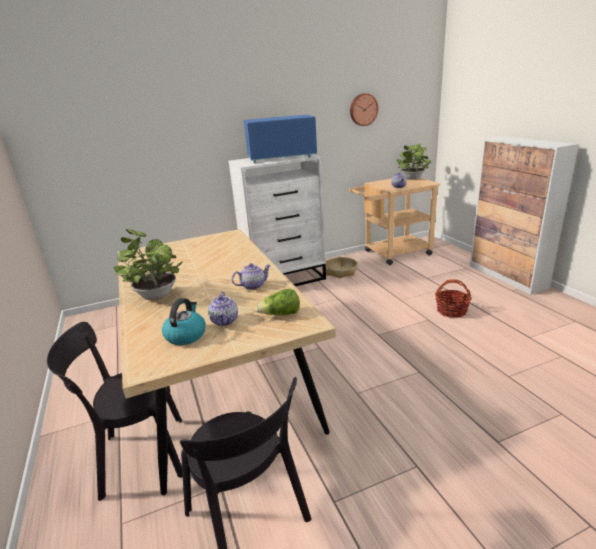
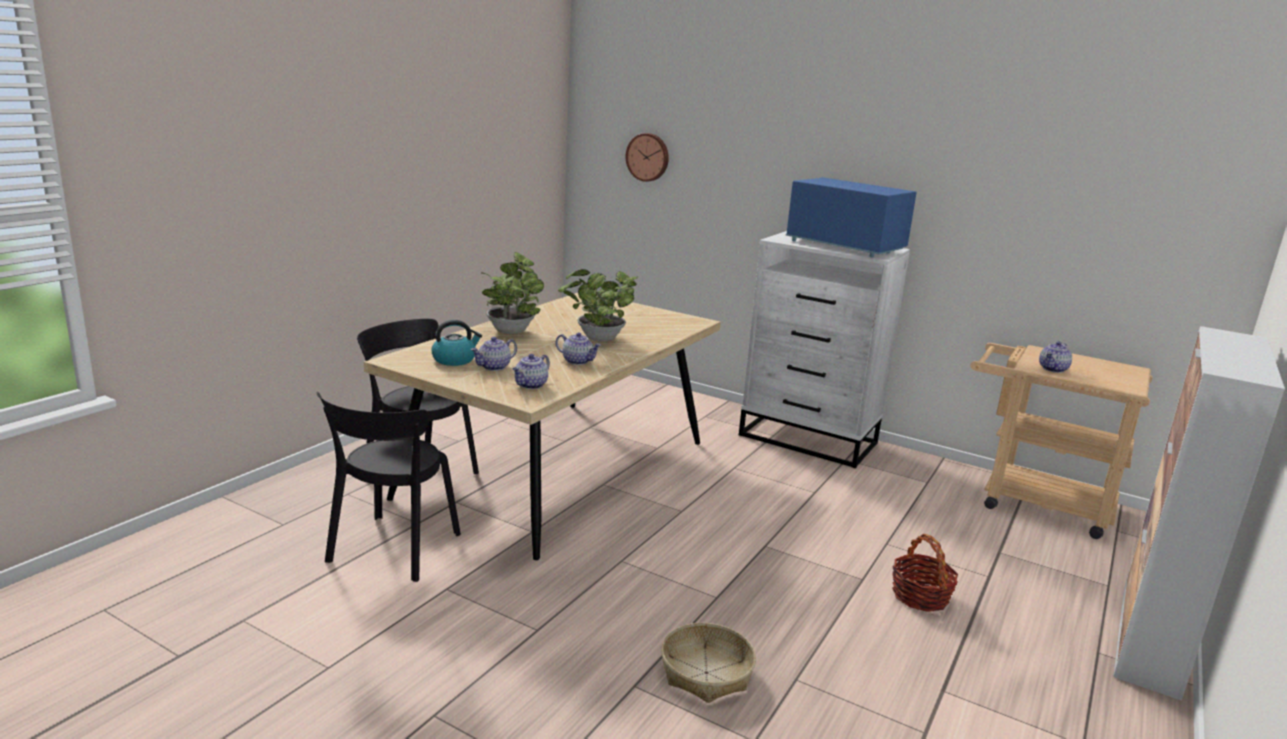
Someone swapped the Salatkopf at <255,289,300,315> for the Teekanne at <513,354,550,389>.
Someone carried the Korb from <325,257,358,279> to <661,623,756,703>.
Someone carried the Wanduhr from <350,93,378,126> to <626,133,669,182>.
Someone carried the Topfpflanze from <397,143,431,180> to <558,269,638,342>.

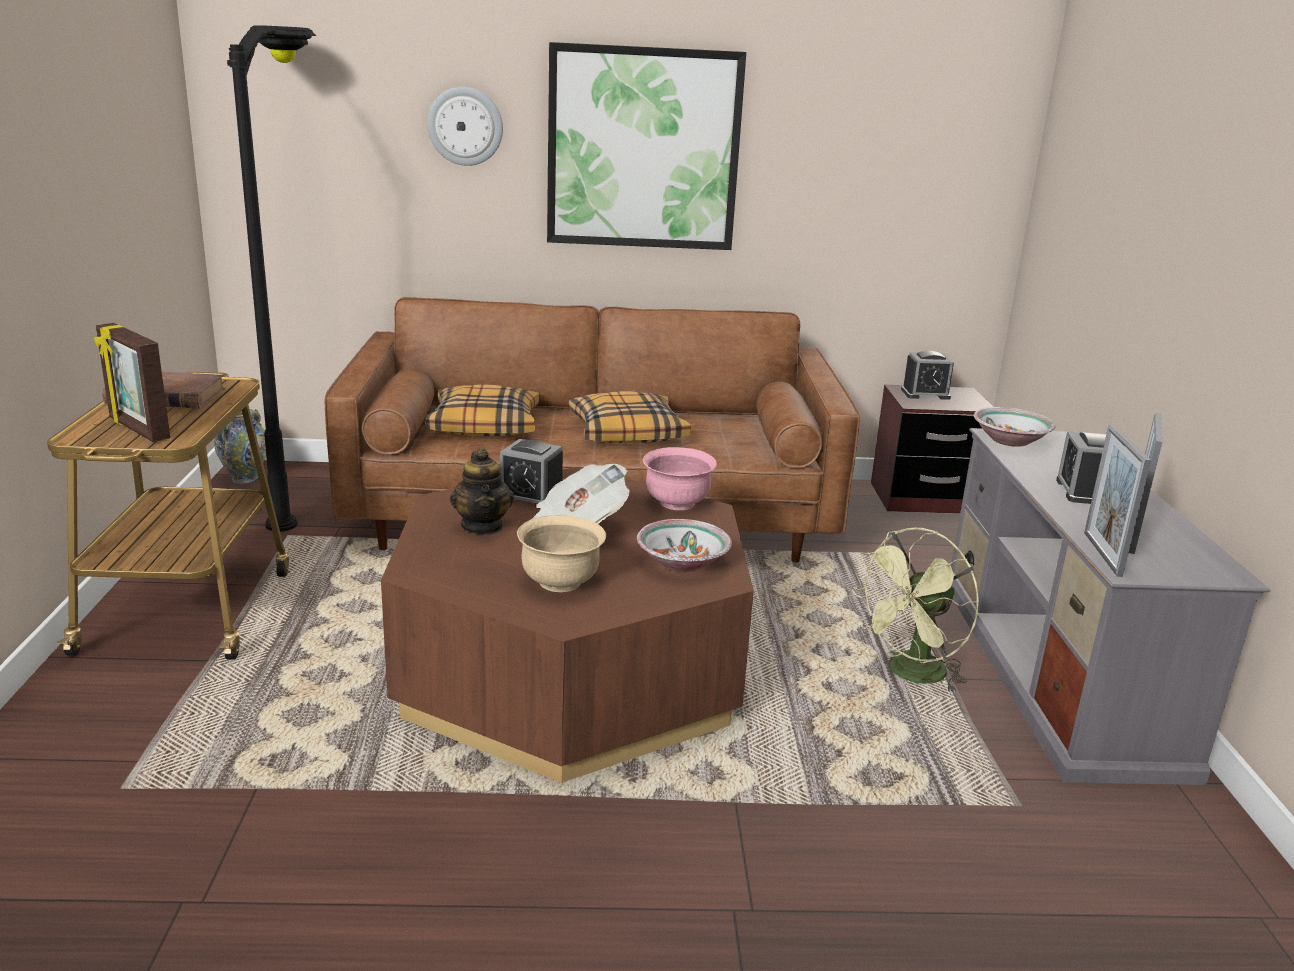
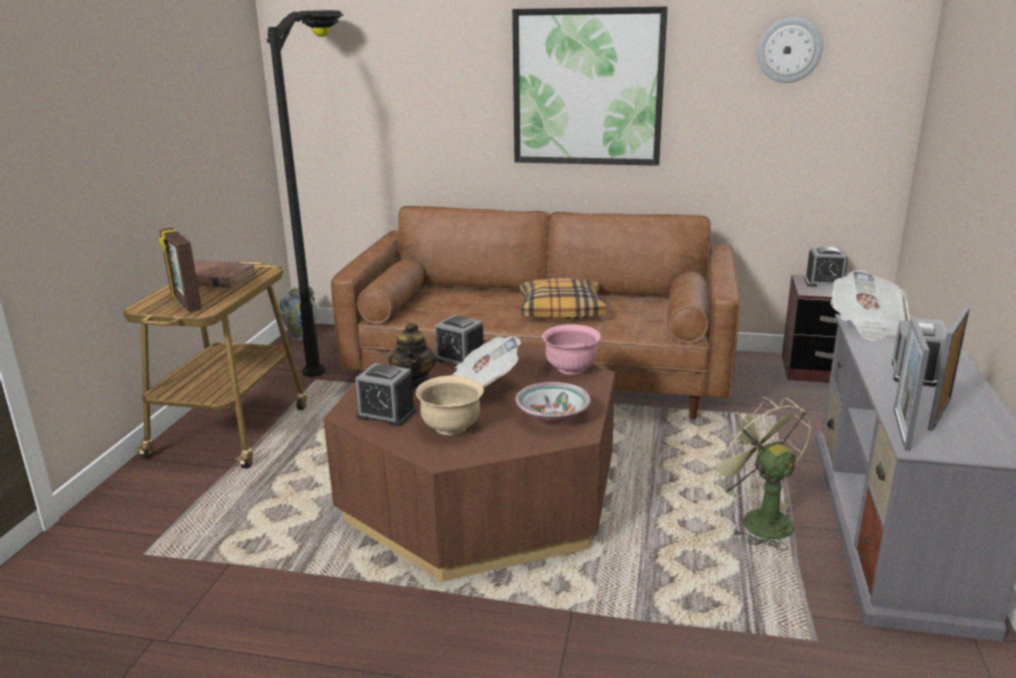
Someone took away the Kissen at <425,385,540,436>.
Someone carried the Wanduhr from <427,87,503,166> to <757,17,823,83>.
Someone rotated the Ventilator (grün) at <852,528,979,693> by 90 degrees clockwise.
Someone swapped the Schüssel at <973,407,1055,447> for the Zeitung at <831,270,910,341>.
Someone put down the Wecker at <355,363,416,426>.

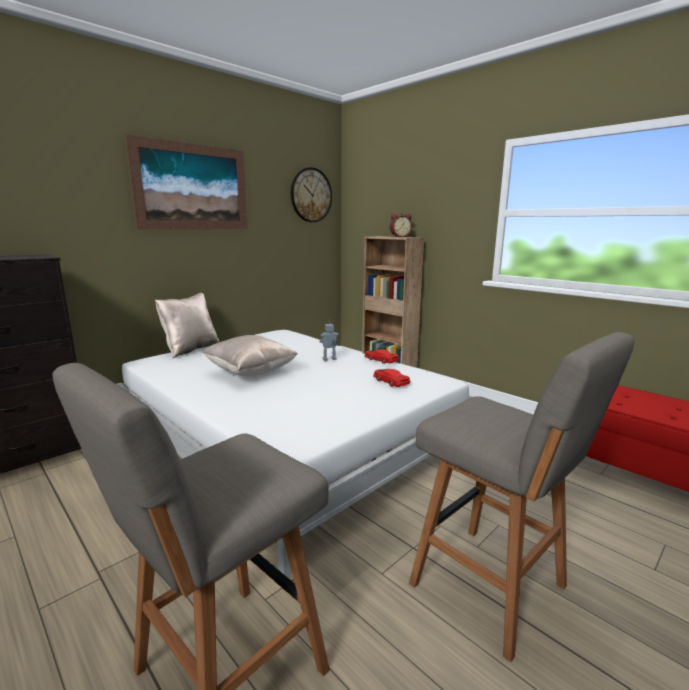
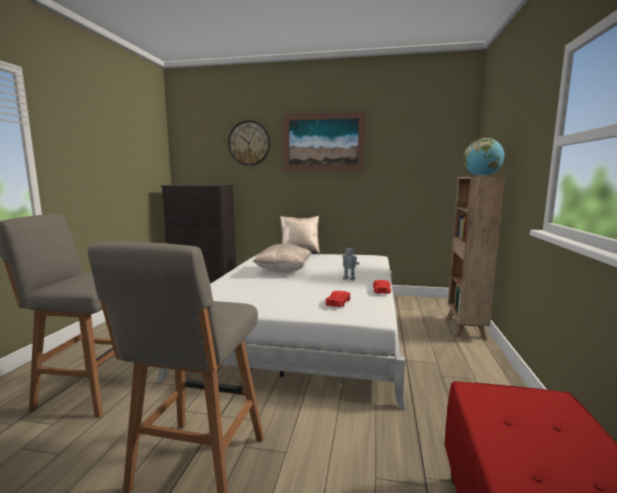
Someone carried the Wanduhr from <291,167,332,222> to <228,120,270,166>.
Someone swapped the Wecker at <390,213,412,237> for the Globus at <464,138,504,176>.

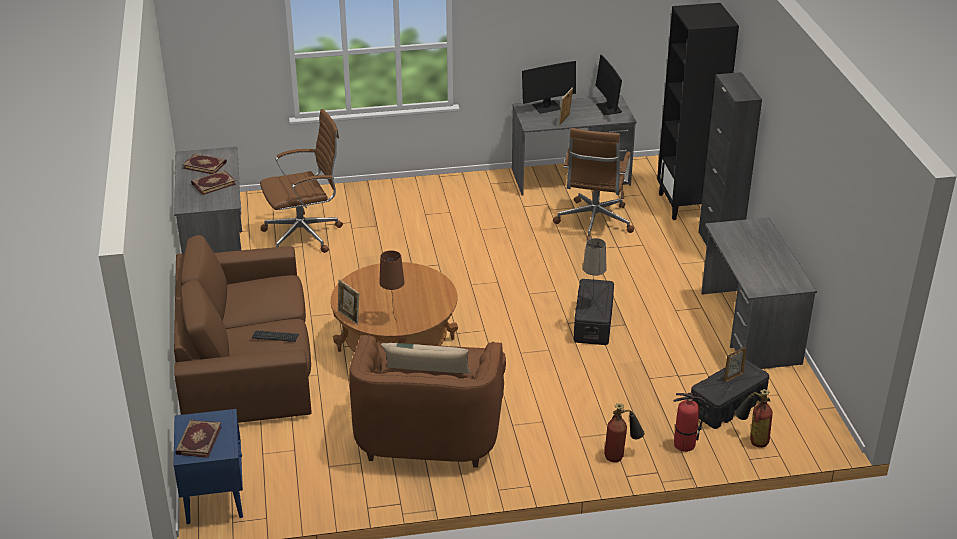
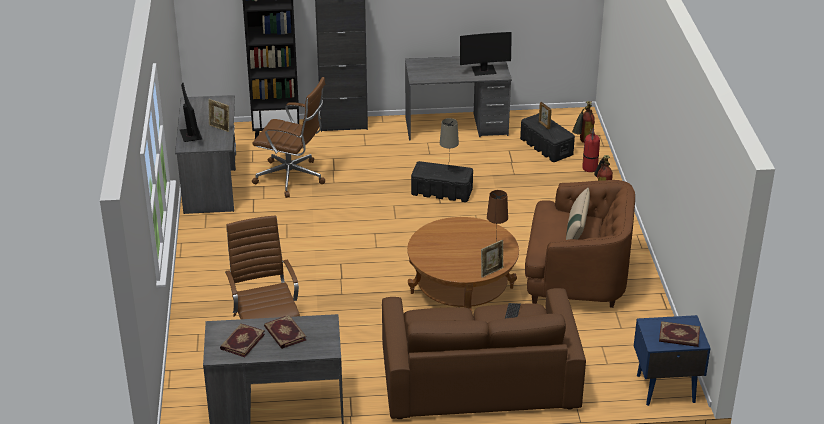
Someone carried the Monitor from <595,55,622,115> to <460,32,512,76>.

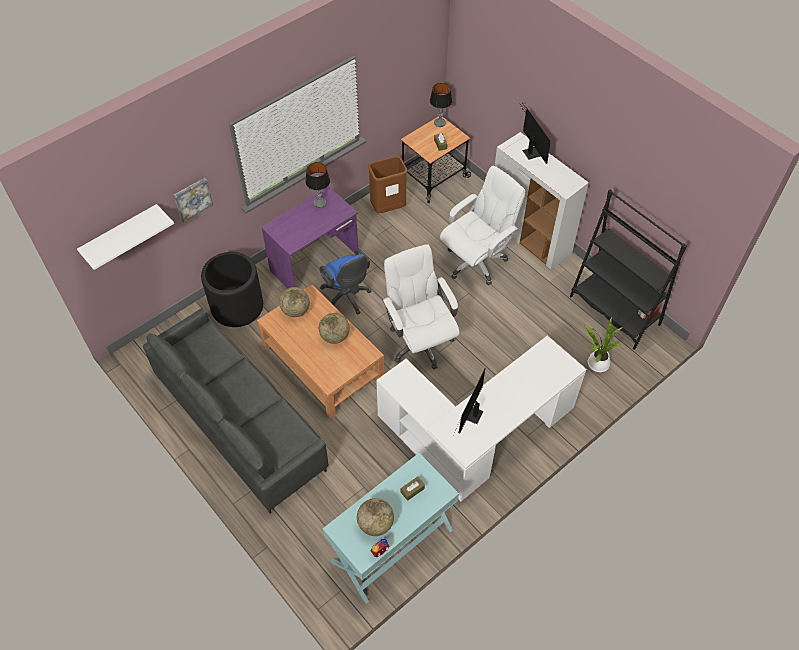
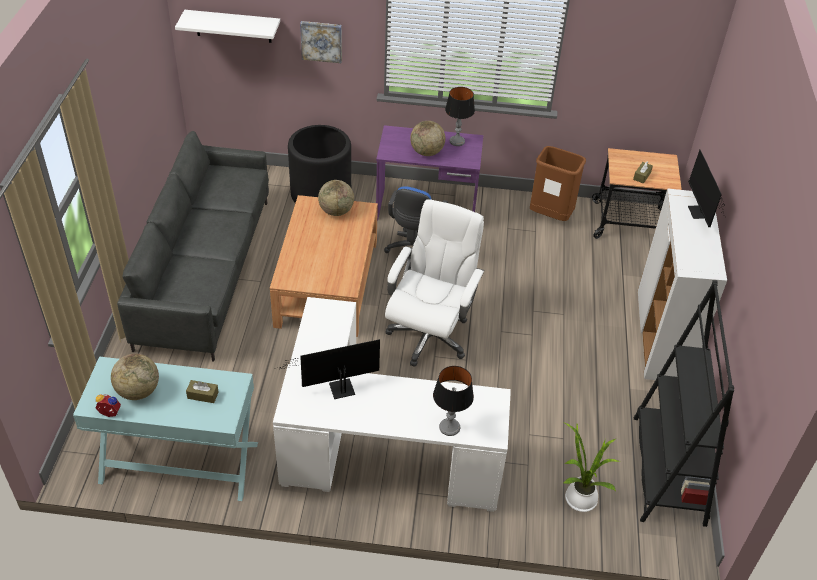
Someone carried the Globus from <319,313,350,344> to <410,121,445,156>.
Someone carried the Tischlampe from <430,83,452,127> to <433,366,474,436>.
Someone took away the Bürostuhl (weiß) at <440,166,526,285>.
Someone rotated the Monitor at <520,106,551,164> by 150 degrees clockwise.

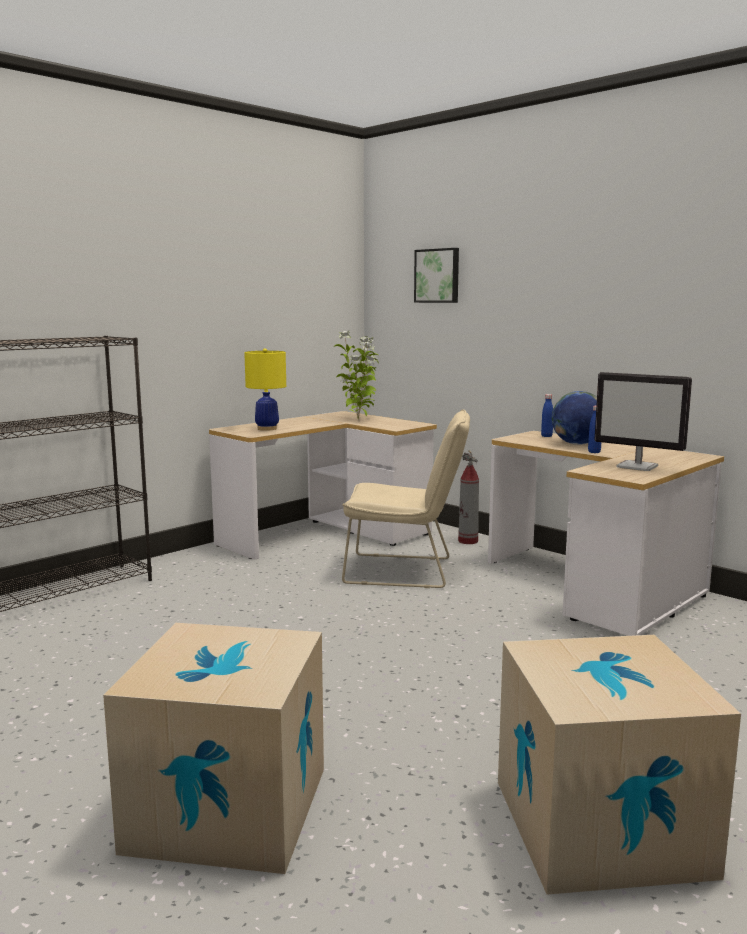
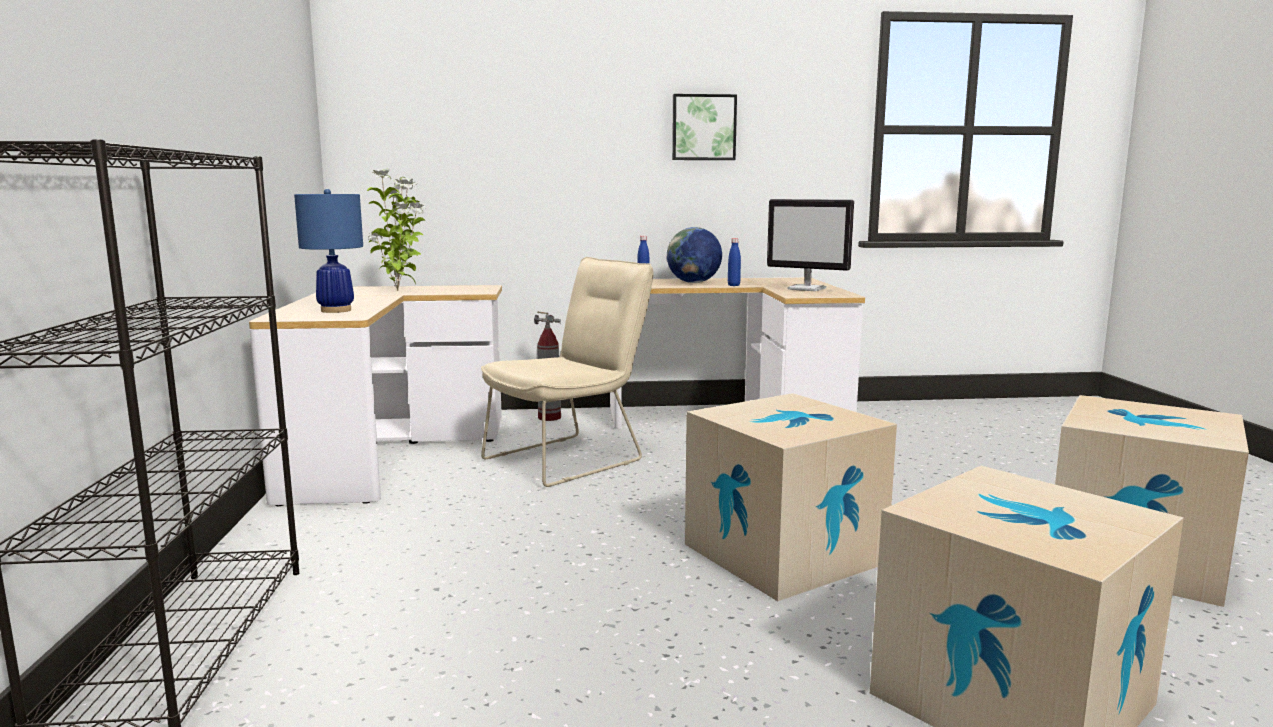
Someone repainted the Tischlampe (gelb) at <244,348,286,431>, which became the Tischlampe (blau) at <294,189,363,313>.
Someone carried the Bild from <414,248,459,303> to <672,94,737,160>.
Someone rotated the Monitor at <594,372,692,471> by 45 degrees clockwise.
Someone put down the Karton at <685,393,897,601>.

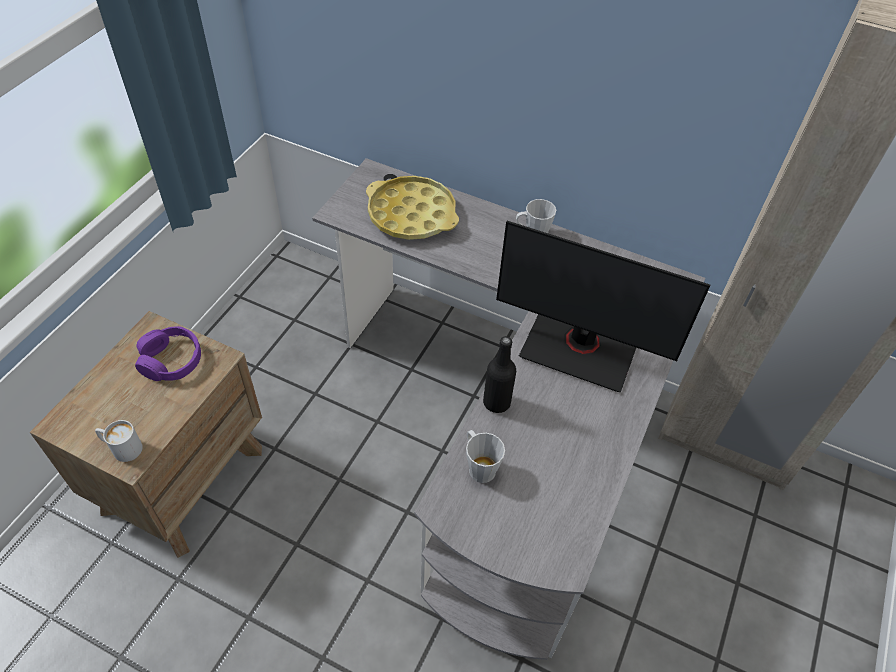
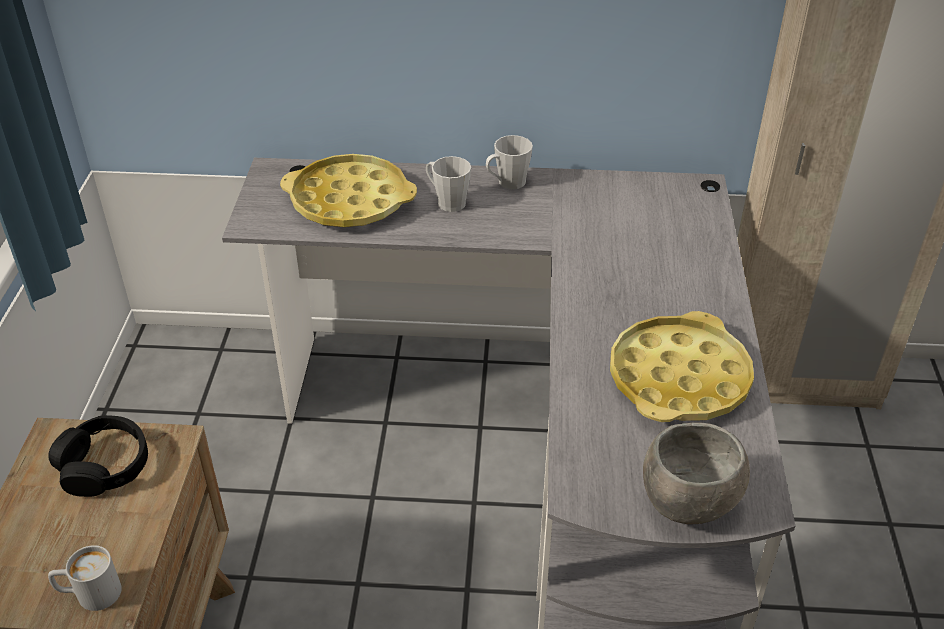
Someone repainted the Kopfhörer (lila) at <135,326,201,381>, which became the Kopfhörer (schwarz) at <48,415,148,497>.
Someone carried the Henkelbecher (grau) from <466,430,505,483> to <426,156,471,212>.
Someone took away the Flasche (schwarz) at <483,336,516,413>.
Someone took away the Monitor at <496,221,710,392>.
Someone put down the Tablett (gelb) at <610,311,754,422>.
Someone put down the Schüssel (grau) at <643,422,750,525>.

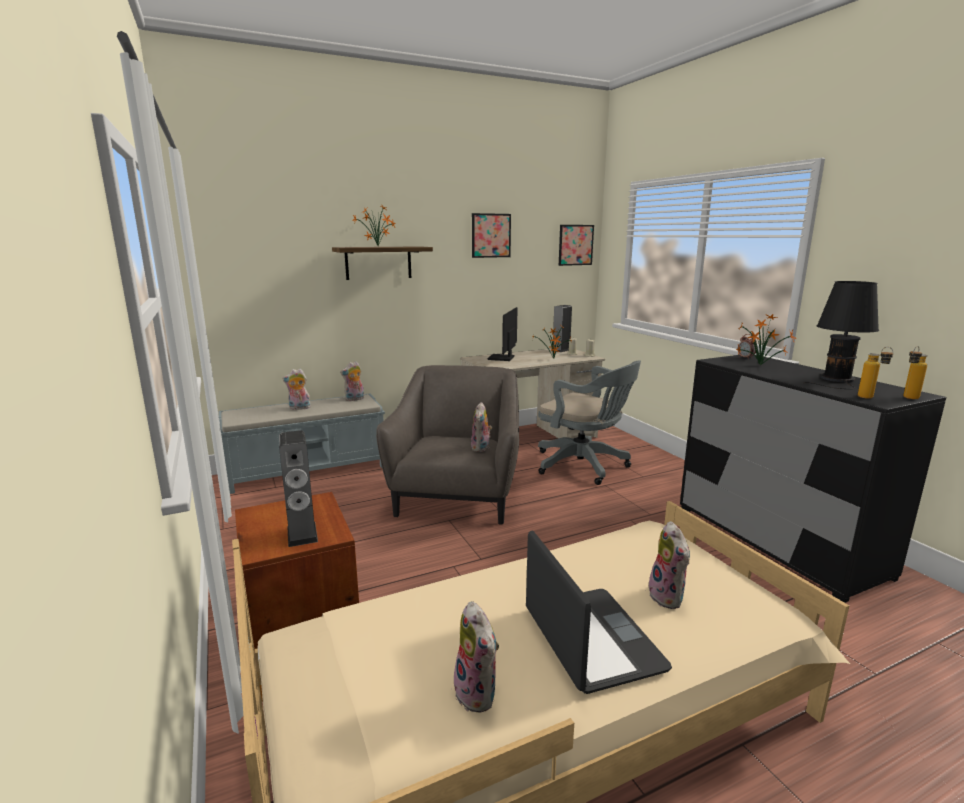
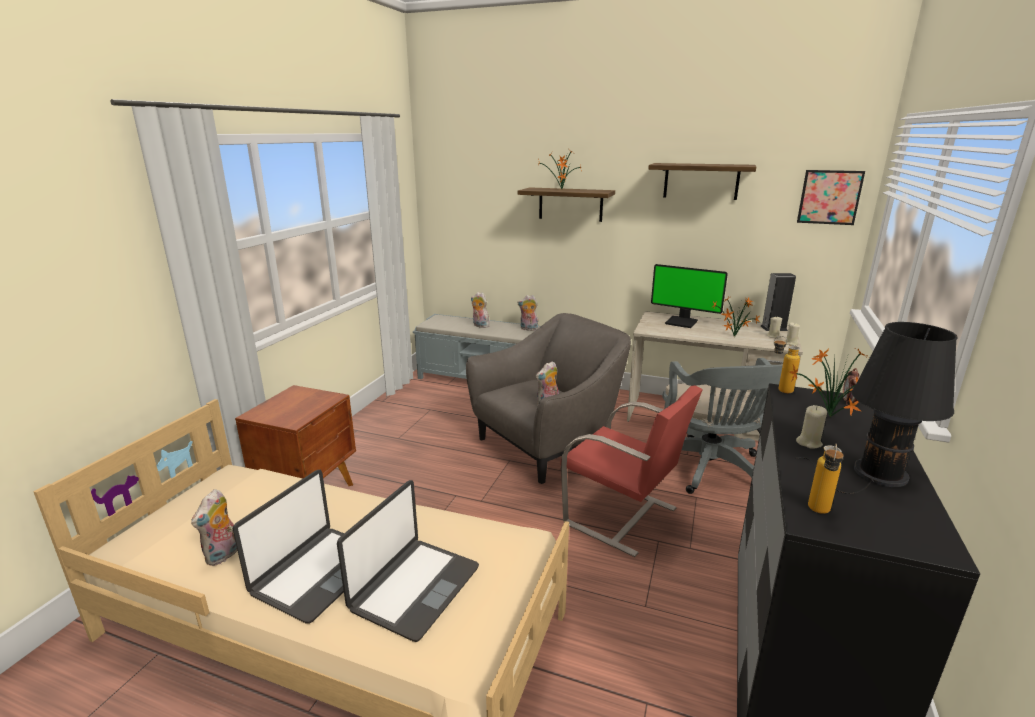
Someone took away the Lautsprecher at <279,430,318,547>.
Someone swapped the Bild at <472,213,511,258> for the Wandregal at <648,163,756,200>.
Someone rotated the Monitor at <487,307,518,361> by 120 degrees counterclockwise.
Someone swapped the Plüschtier at <649,521,690,609> for the Laptop at <337,480,479,642>.
Someone carried the Flasche from <903,346,928,399> to <774,336,800,393>.
Someone put down the Stuhl (rot) at <560,385,703,557>.
Someone put down the Kerze (beige) at <796,405,827,449>.

